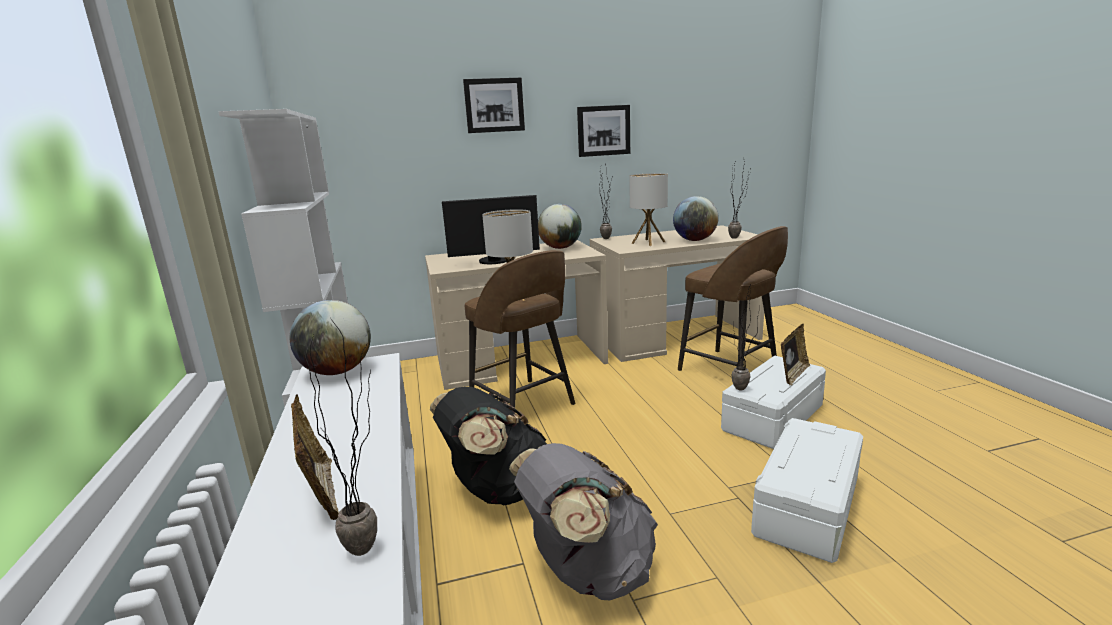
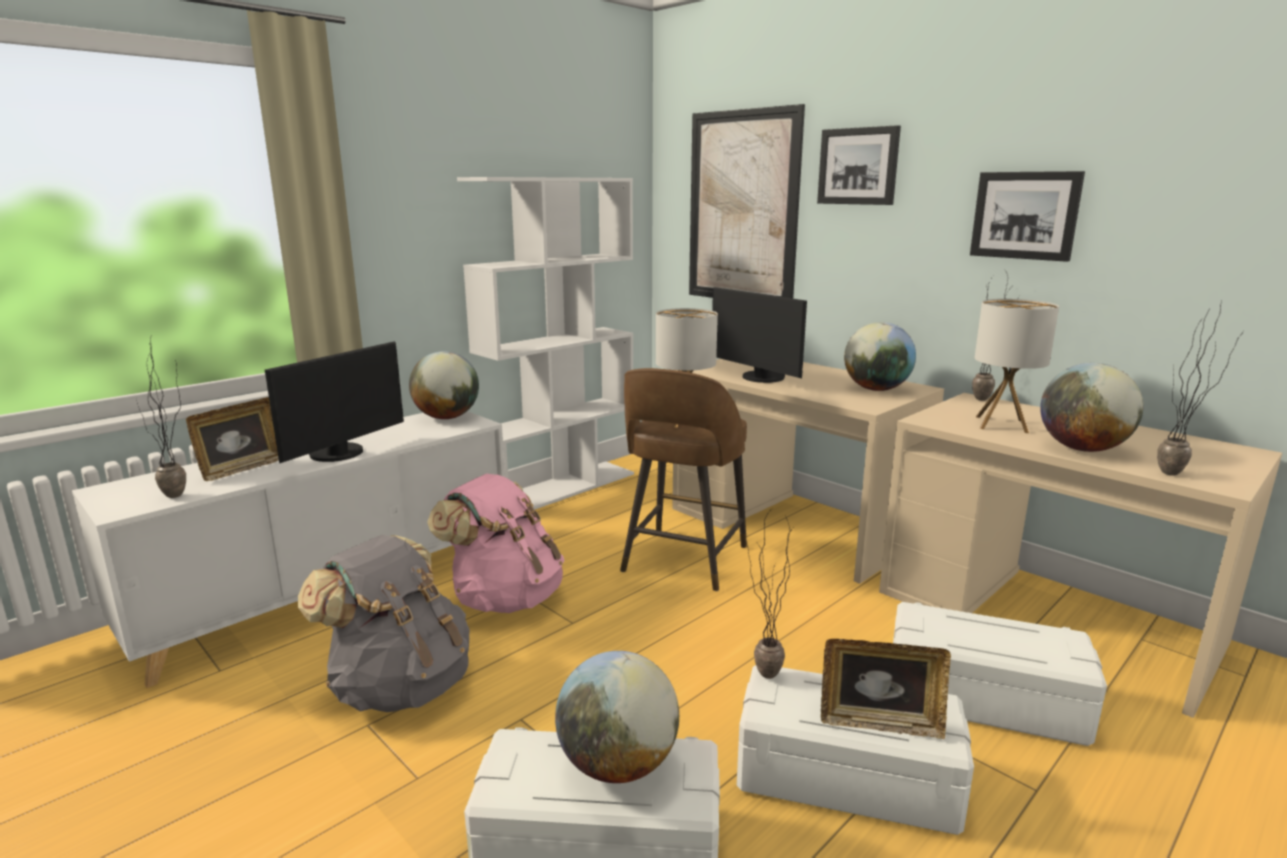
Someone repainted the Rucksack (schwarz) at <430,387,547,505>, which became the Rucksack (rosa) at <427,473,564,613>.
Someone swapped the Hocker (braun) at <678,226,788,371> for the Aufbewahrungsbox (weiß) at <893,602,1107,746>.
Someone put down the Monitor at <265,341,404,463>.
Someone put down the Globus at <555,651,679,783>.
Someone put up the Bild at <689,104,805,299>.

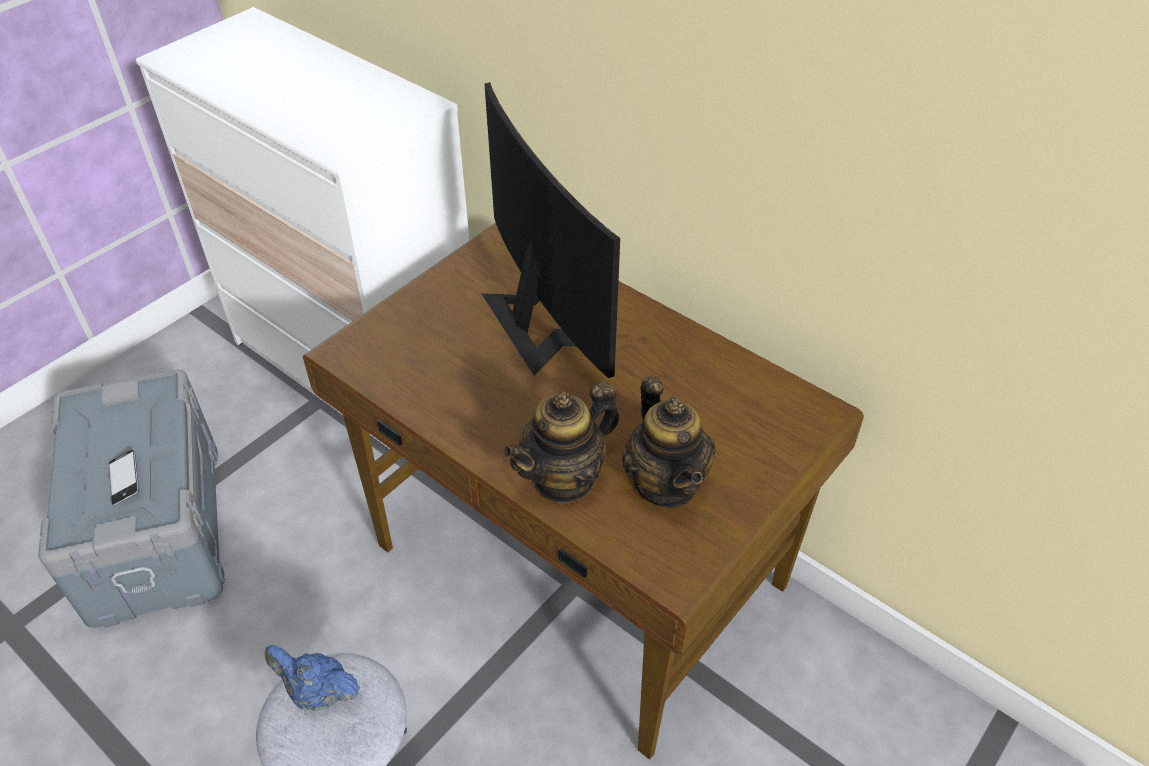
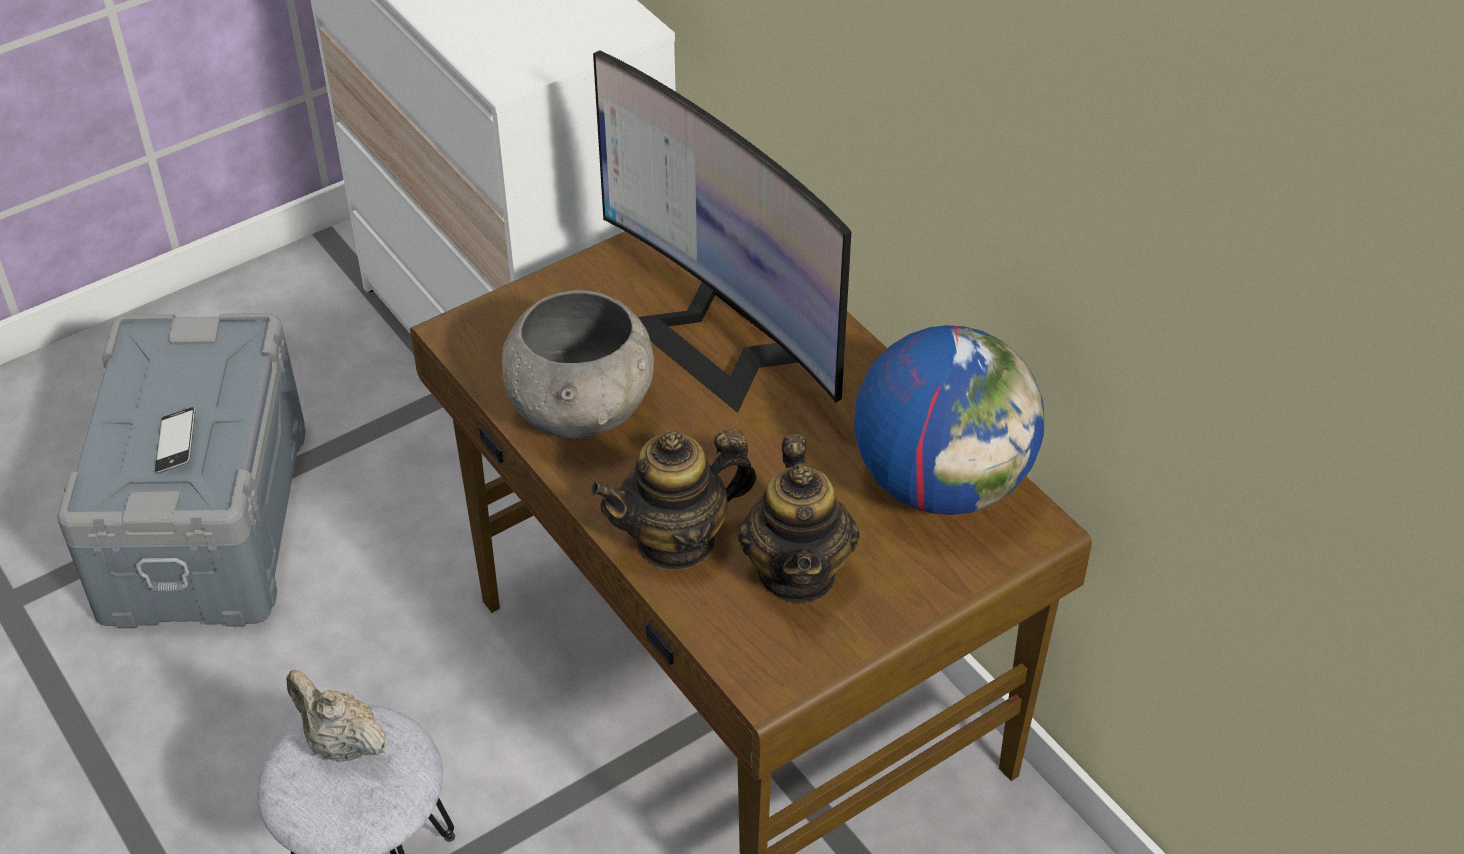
Someone repainted the Teekanne (blau) at <264,645,360,711>, which became the Teekanne (beige) at <286,670,388,762>.
Someone rotated the Monitor at <481,82,620,378> by 150 degrees clockwise.
Someone put down the Schüssel (grau) at <502,290,654,439>.
Someone put down the Globus at <854,325,1044,515>.

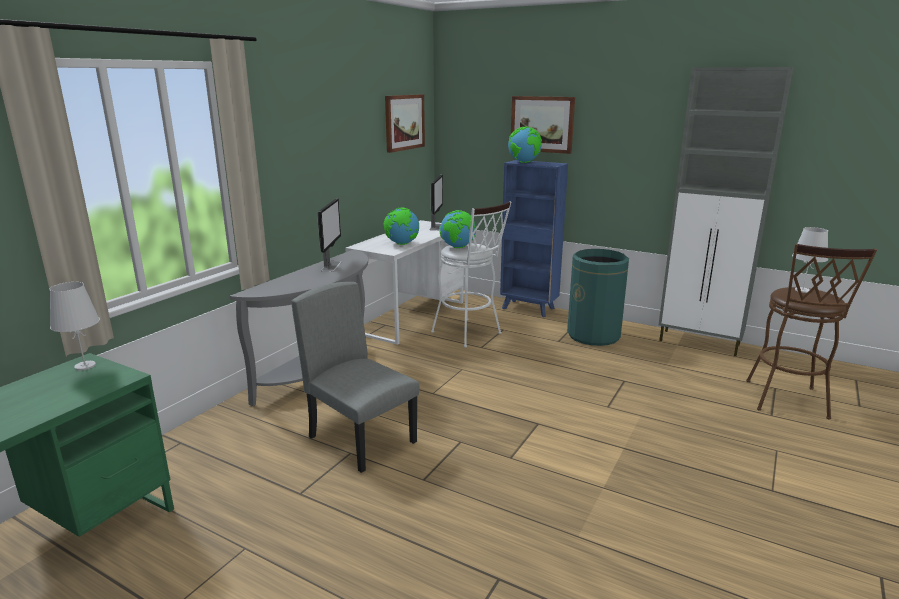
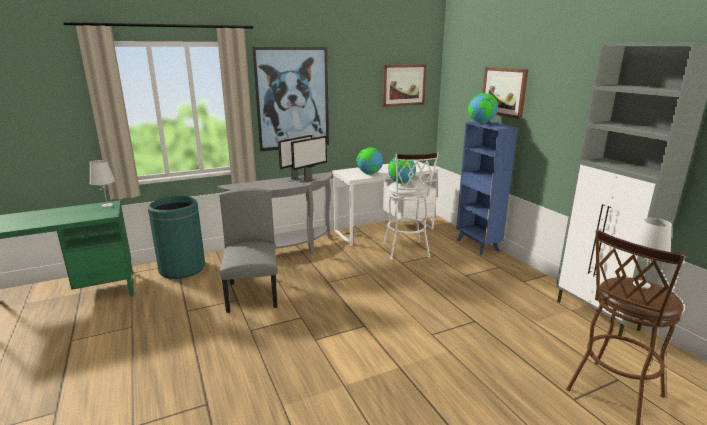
Someone carried the Monitor from <429,175,443,231> to <291,136,327,184>.
Someone carried the Mülleimer (grün) from <567,249,629,346> to <148,196,205,279>.
Someone put up the Bild at <252,47,329,151>.

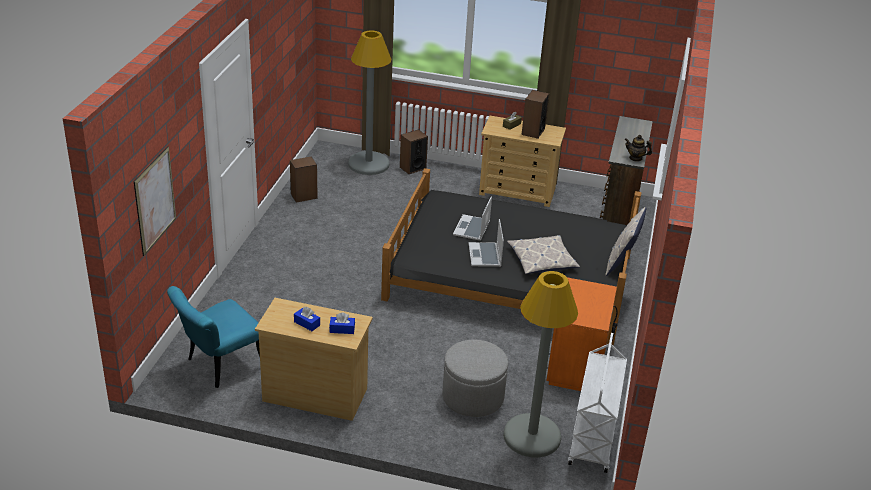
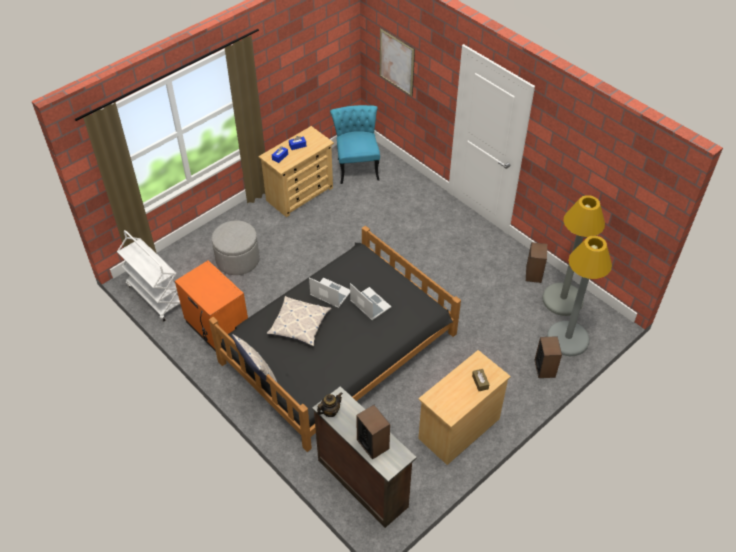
Someone carried the Stehlampe (grau) from <503,271,578,457> to <542,195,605,316>.
Someone carried the Lautsprecher from <522,90,549,139> to <356,405,390,460>.

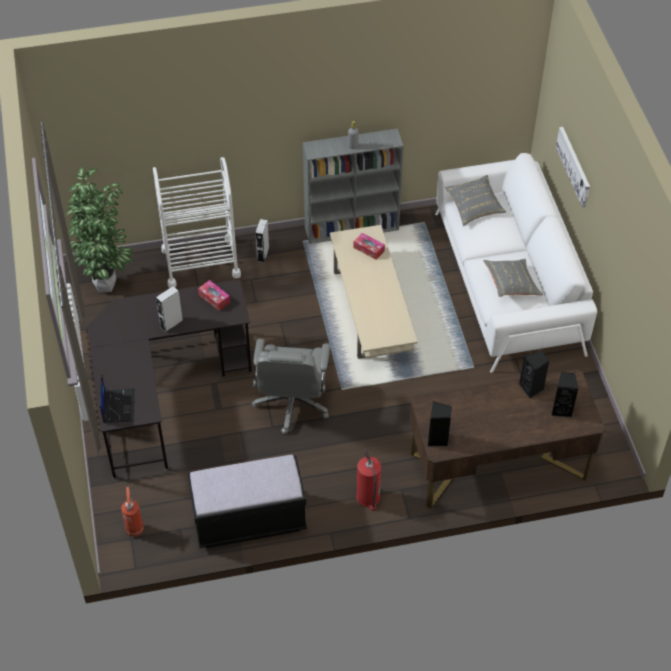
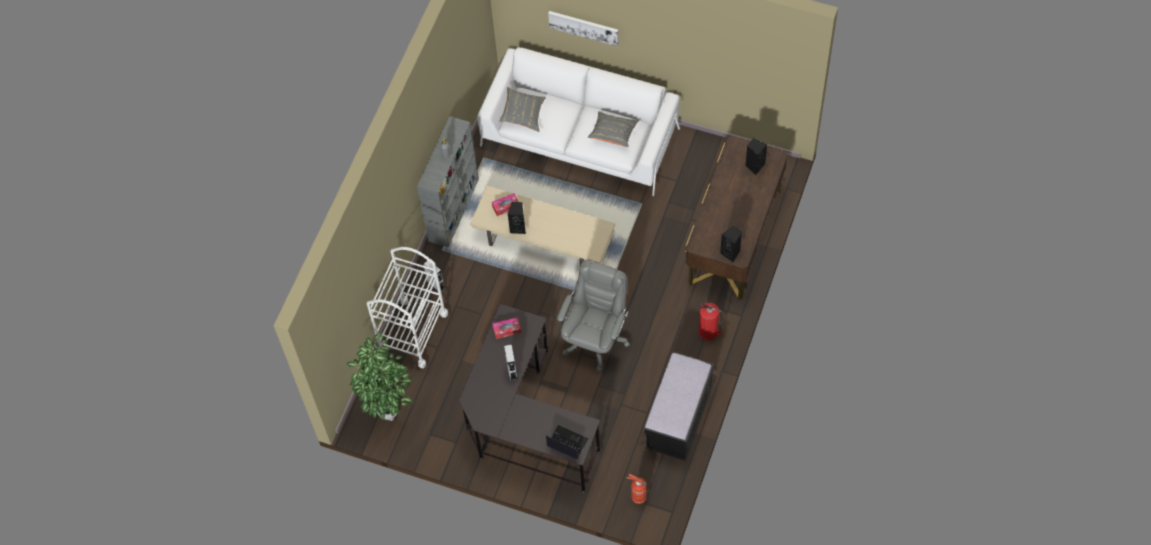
Someone rotated the Bürostuhl (grau) at <252,339,330,434> by 105 degrees counterclockwise.
Someone carried the Lautsprecher (schwarz) from <519,351,549,399> to <507,202,526,234>.

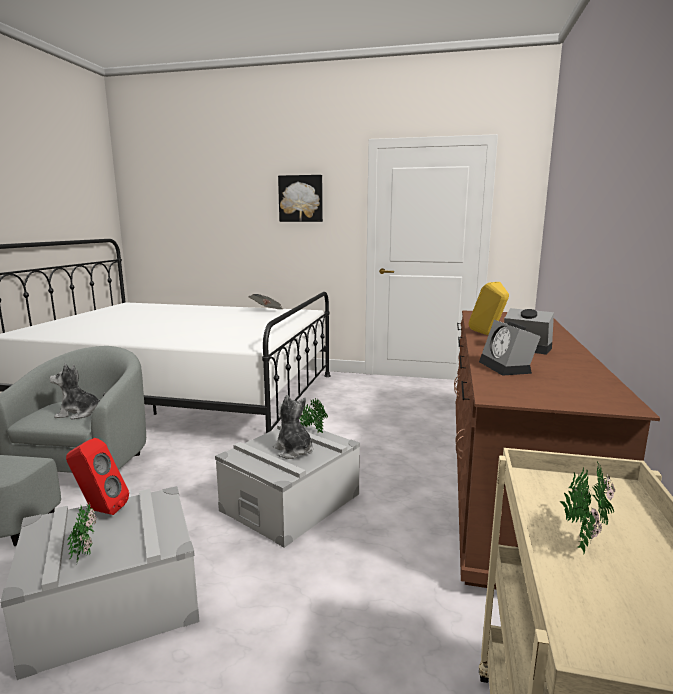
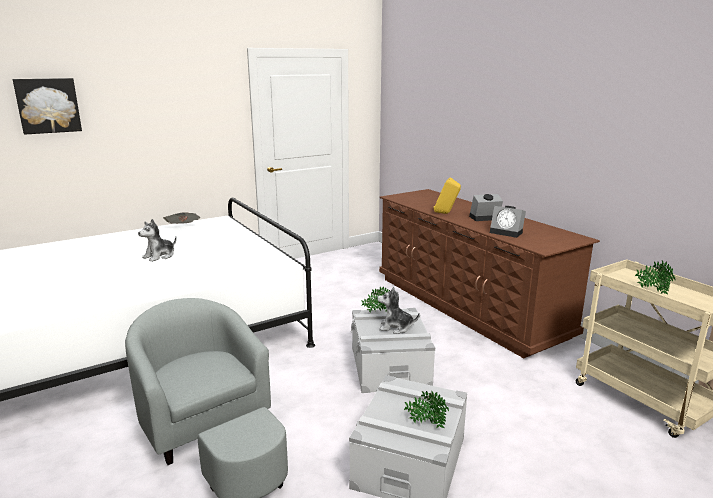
Someone carried the Plüschtier from <49,364,105,420> to <138,219,177,262>.
Someone took away the Lautsprecher (rot) at <66,438,129,515>.
Someone carried the Bild from <278,175,323,222> to <13,78,82,135>.

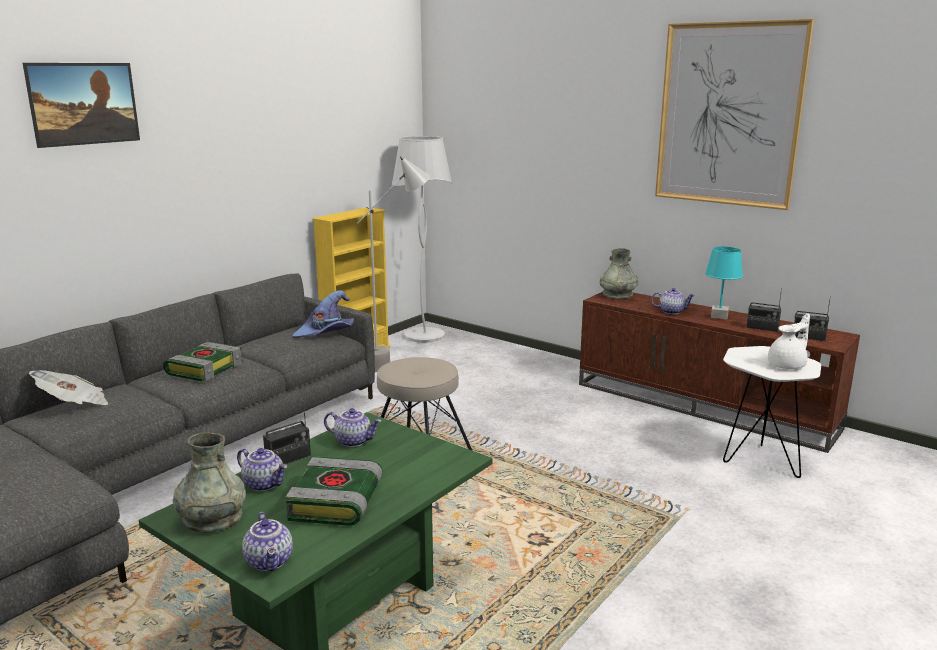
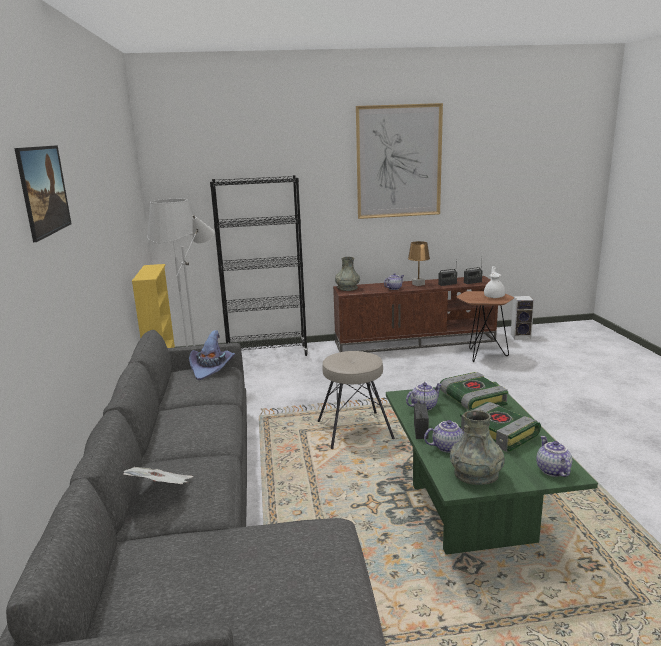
Someone carried the Buch from <163,342,243,382> to <440,372,508,410>.
Someone rotated the Teekanne at <242,512,293,571> by 120 degrees counterclockwise.
Someone repainted the Tischlampe (türkis) at <705,246,743,320>, which became the Tischlampe (braun) at <408,241,430,286>.
Someone repainted the Beistelltisch (weiß) at <723,346,821,478>, which became the Beistelltisch (braun) at <456,291,514,362>.
Someone put down the Bücherregal (schwarz) at <210,175,308,356>.
Someone put down the Lautsprecher at <511,296,534,339>.

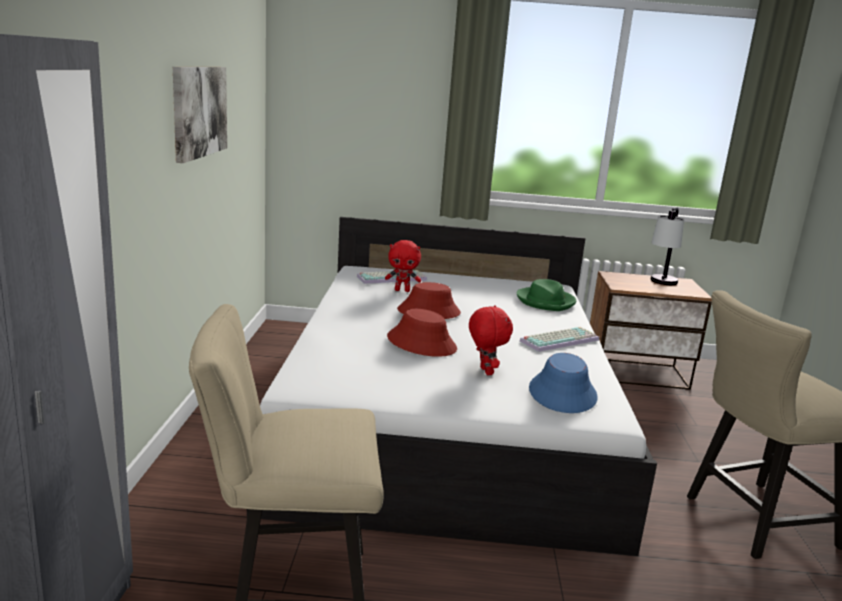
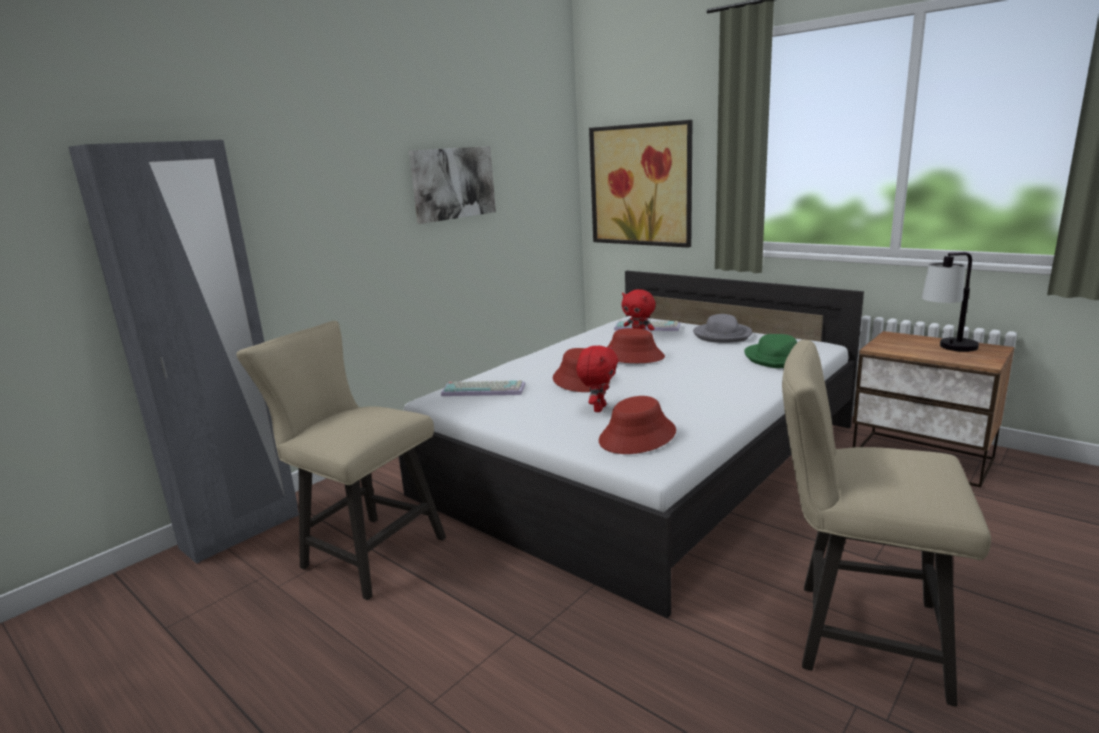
Someone carried the Tastatur from <520,327,599,352> to <441,380,525,396>.
Someone repainted the Hut (blau) at <529,353,598,413>, which became the Hut (rot) at <599,396,676,454>.
Someone put up the Bild at <589,120,692,248>.
Someone put down the Hut (grau) at <693,314,752,343>.

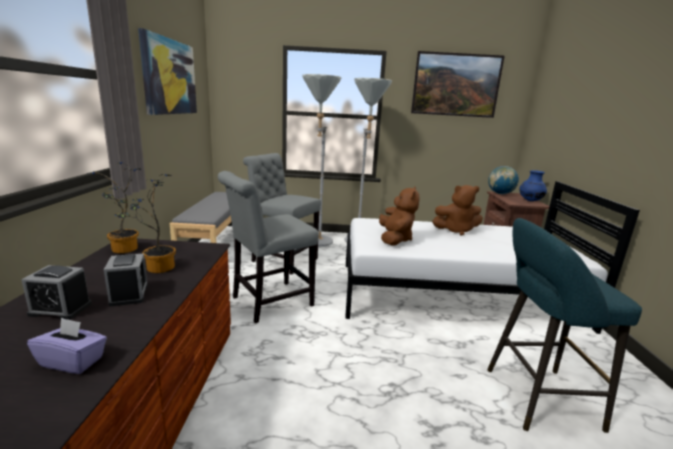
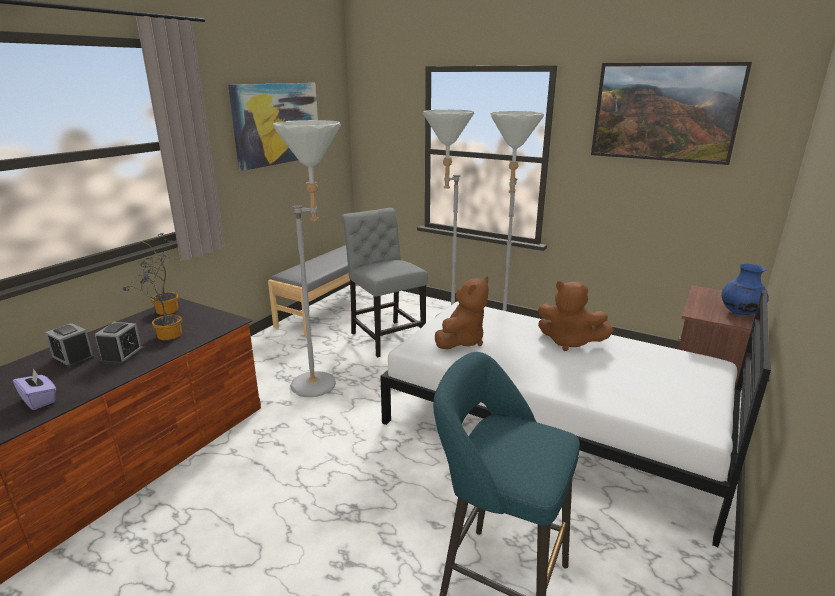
Someone swapped the Stuhl (grau) at <218,171,319,323> for the Stehlampe (grau) at <273,120,341,397>.
Someone took away the Globus at <488,166,519,194>.

